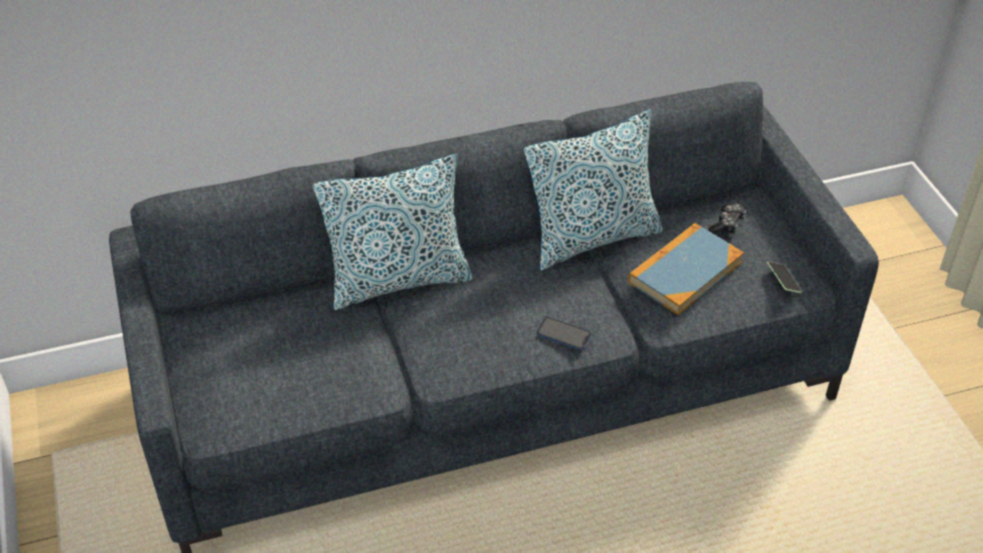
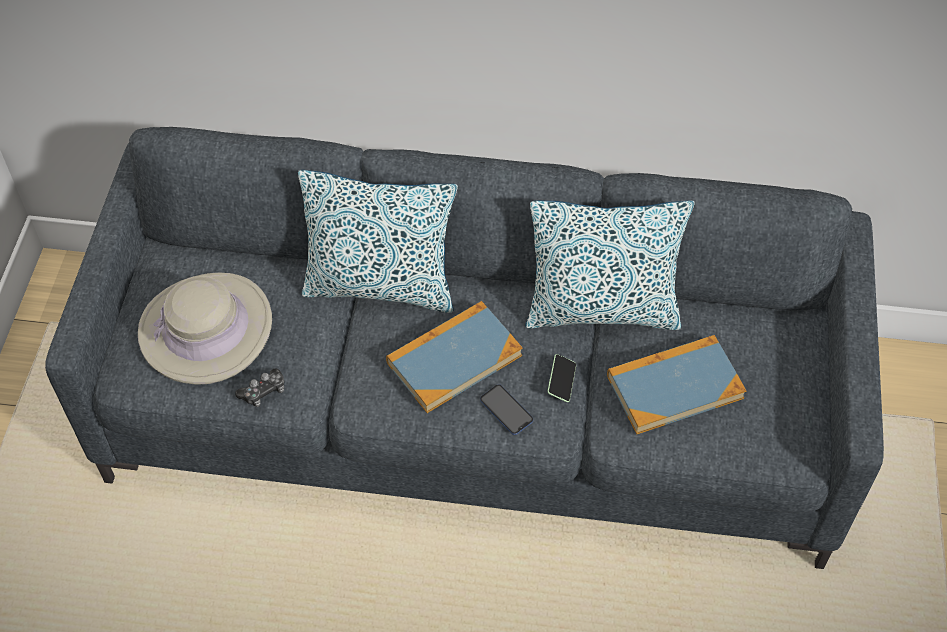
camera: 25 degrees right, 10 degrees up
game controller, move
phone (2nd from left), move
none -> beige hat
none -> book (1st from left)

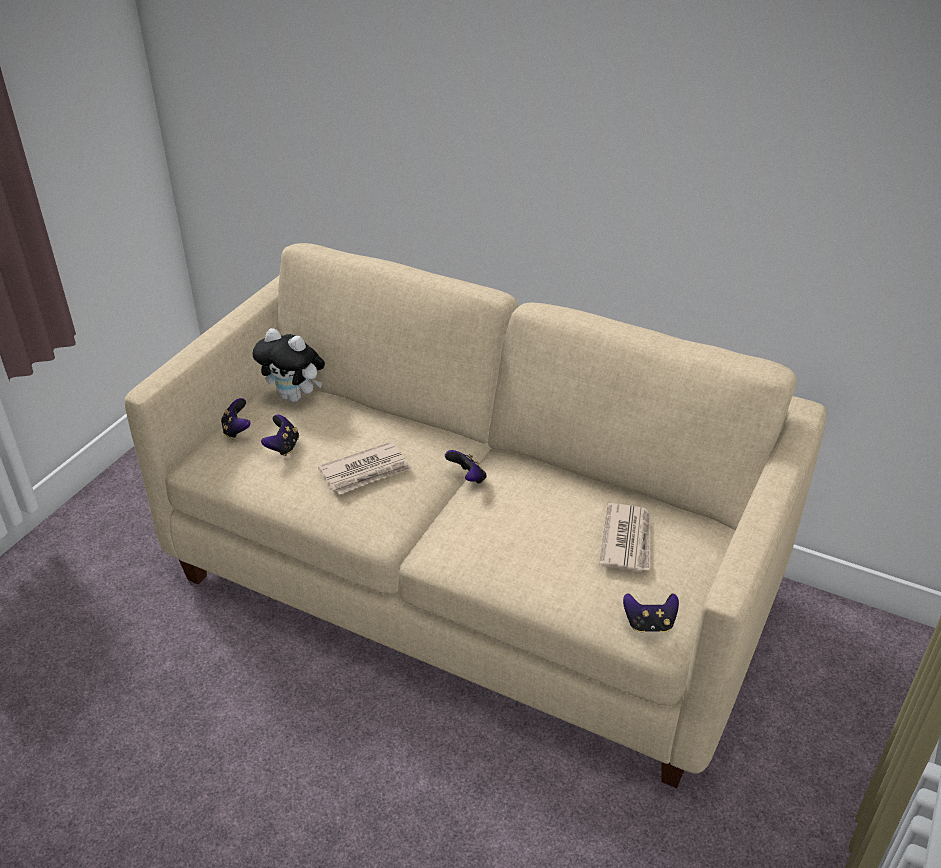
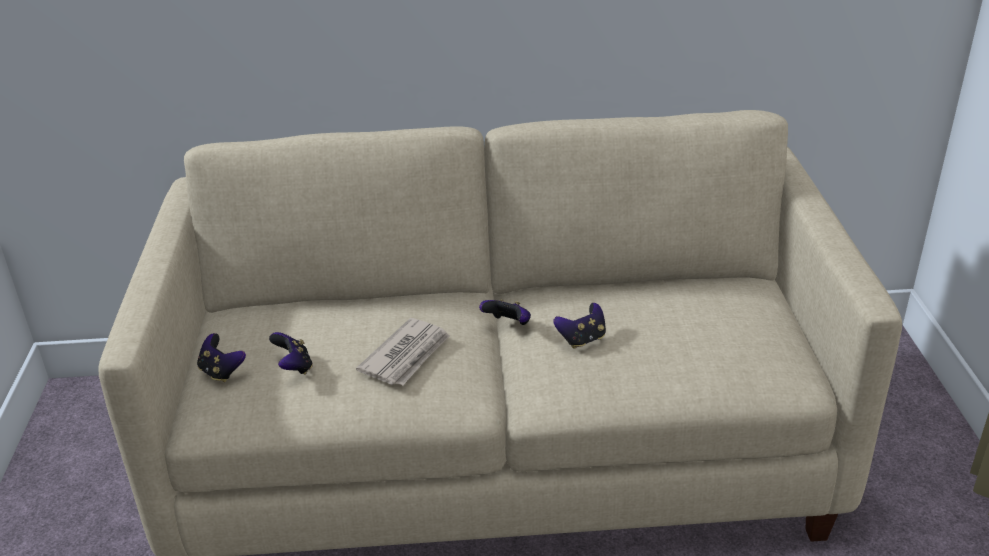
camera: 30 degrees left, 5 degrees down
plush toy -> none
newspaper (2nd from left) -> none
game controller (4th from left), move

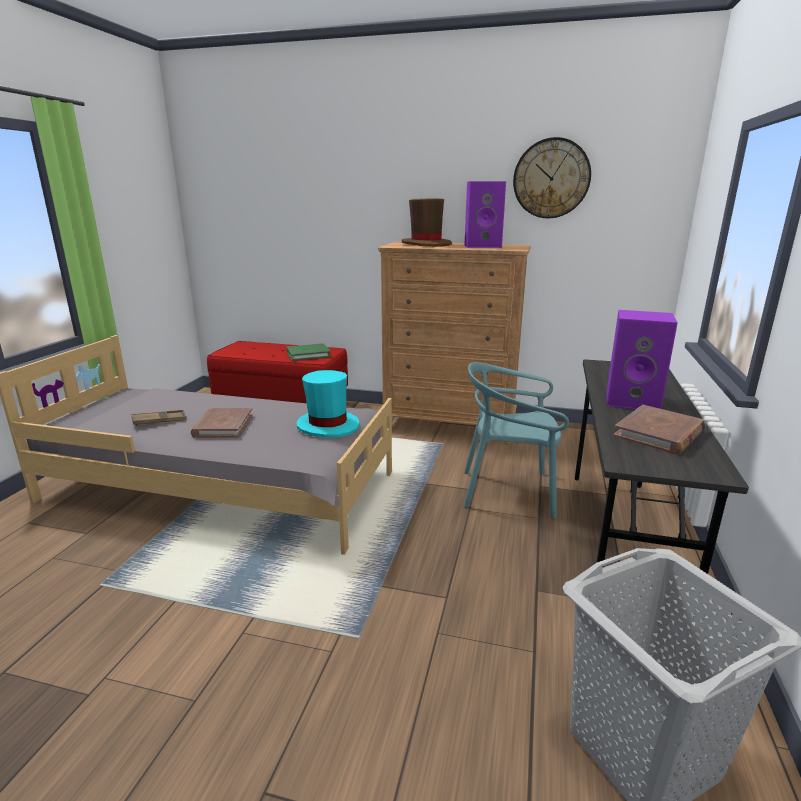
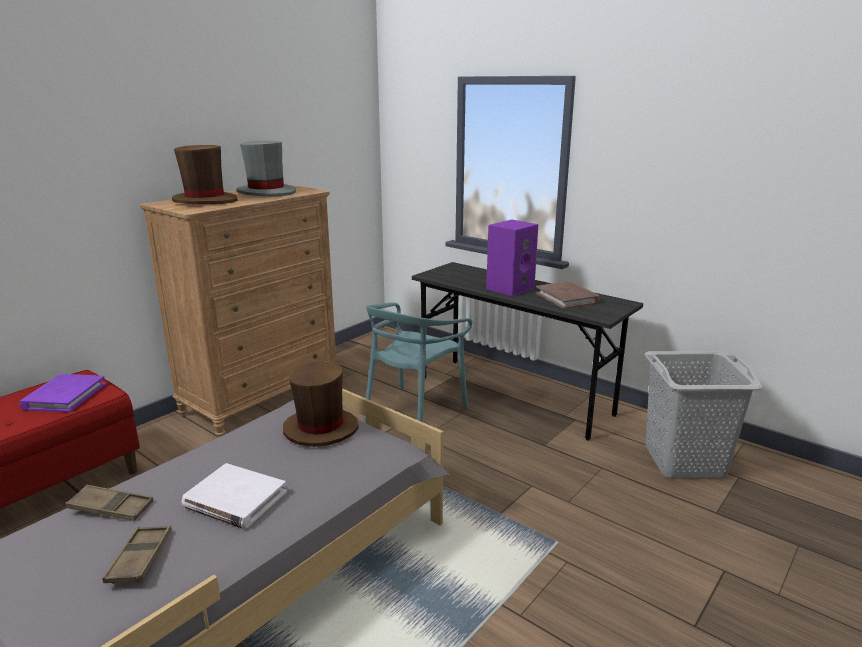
camera: 65 degrees left, 0 degrees up
wall clock -> none
purple speaker (1st from left) -> grey hat
green book -> purple book
turquoise hat -> brown hat (2nd from left)
brown book (1st from left) -> white book
none -> brown tray (1st from left)

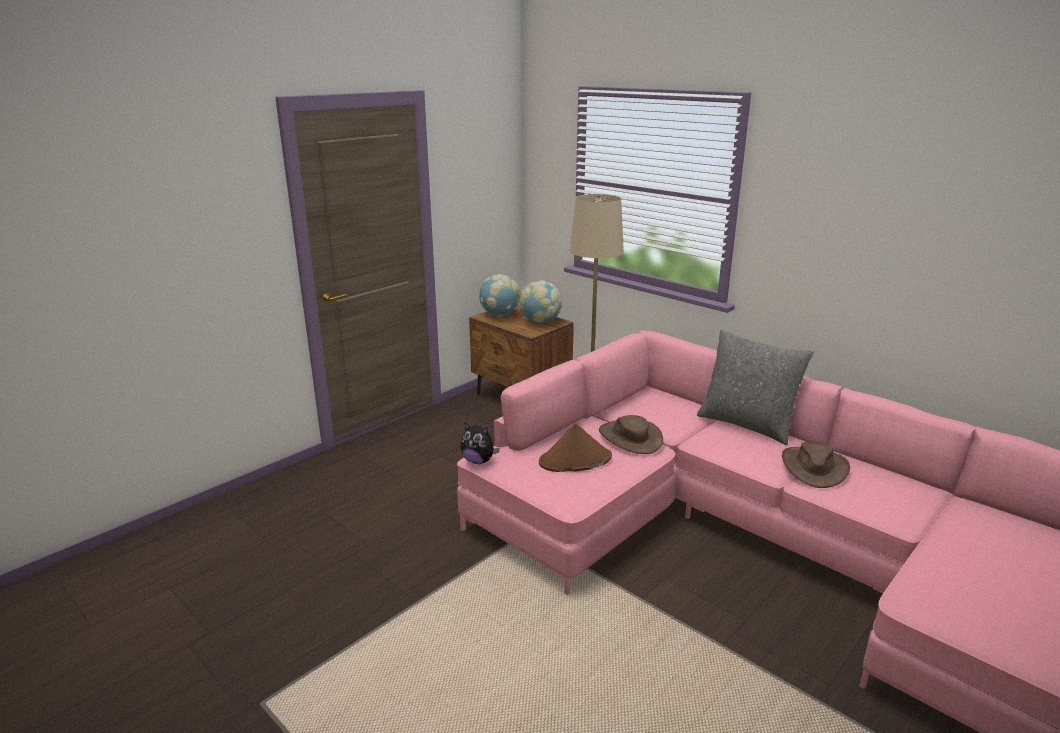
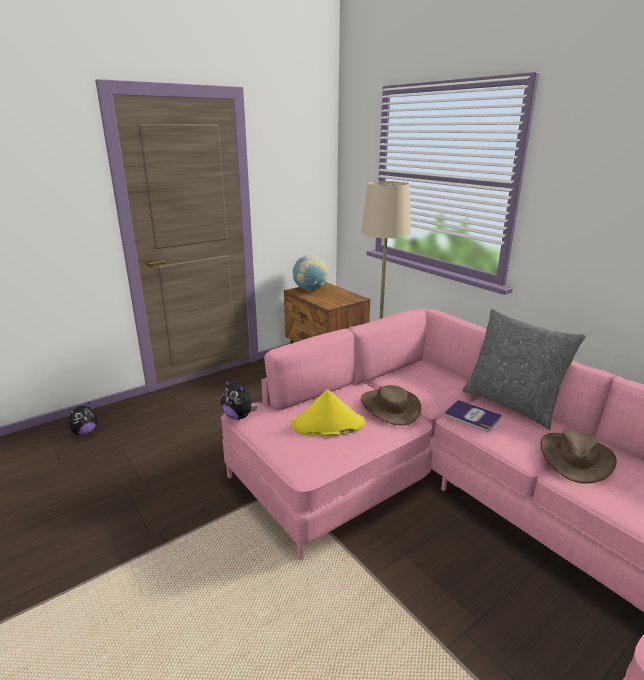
camera: 10 degrees right, 0 degrees up
globe (2nd from left) -> none
brown hat (1st from left) -> yellow hat
none -> book
none -> plush toy (1st from left)

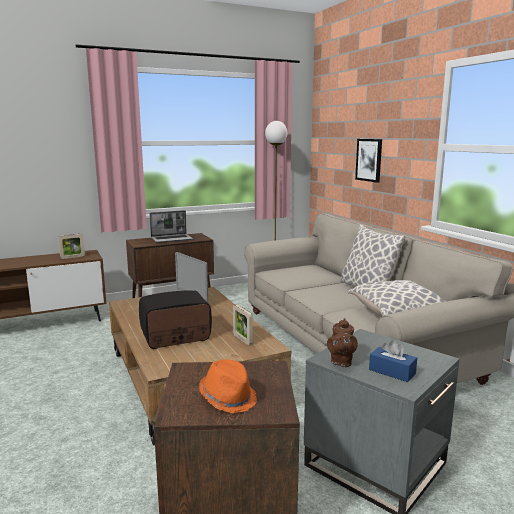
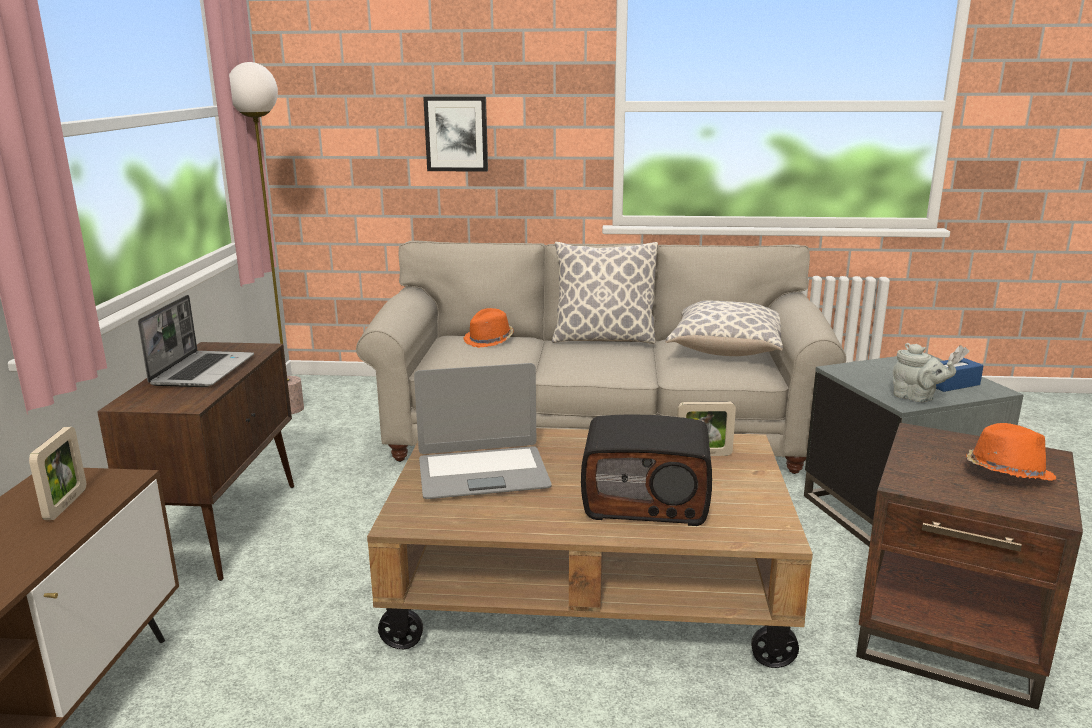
camera: 60 degrees left, 5 degrees up
radio, 90 degrees counterclockwise
brown teapot -> grey teapot
none -> orange hat (1st from left)

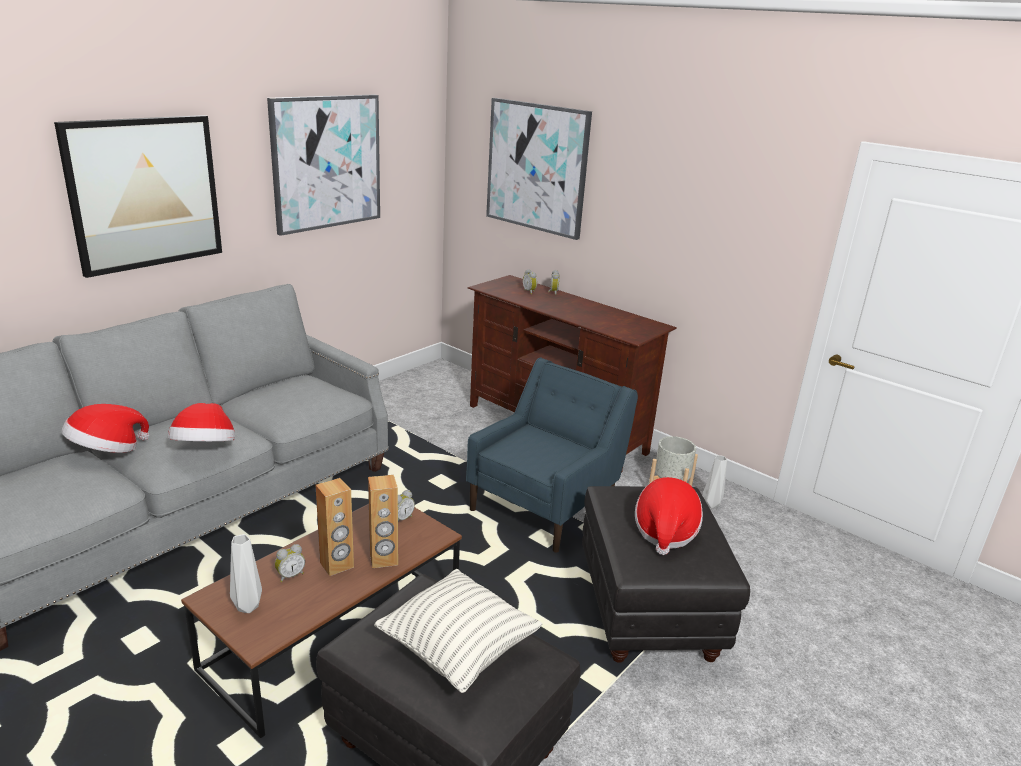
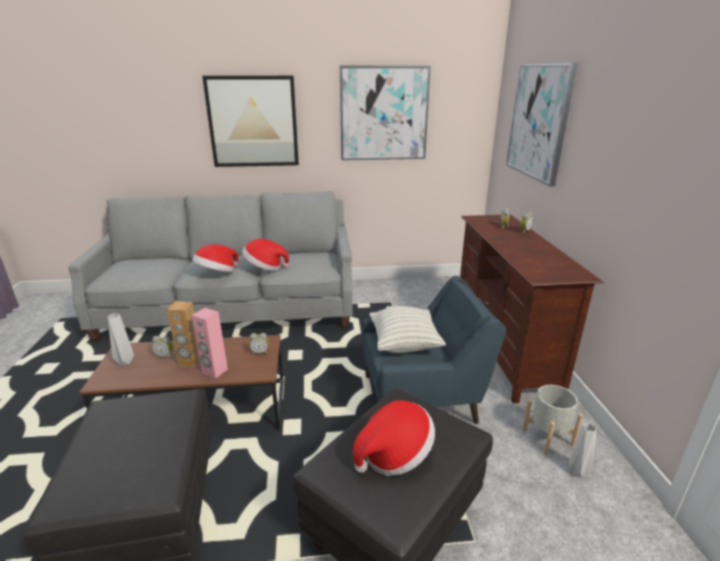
camera: 45 degrees right, 0 degrees up
hat (1st from left in the first image) -> hat (2nd from left), move
brown speaker (2nd from left) -> pink speaker
pillow, move

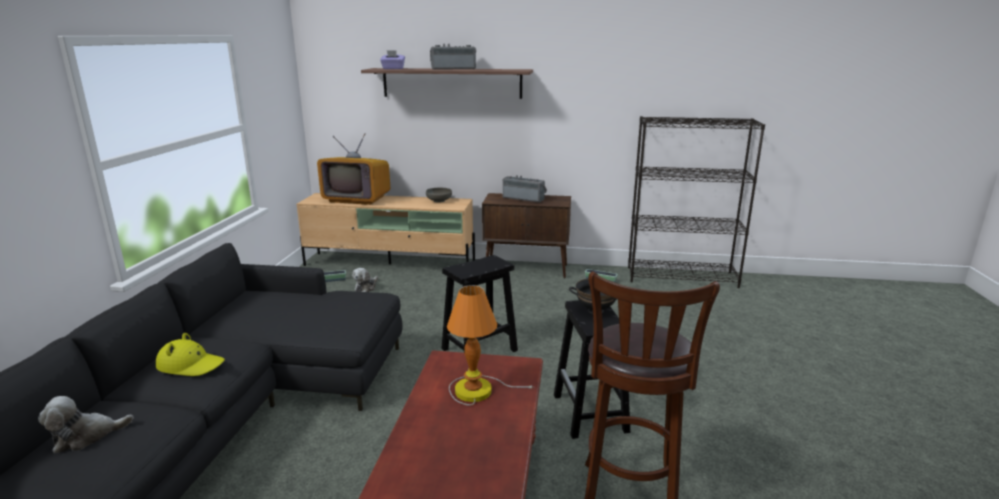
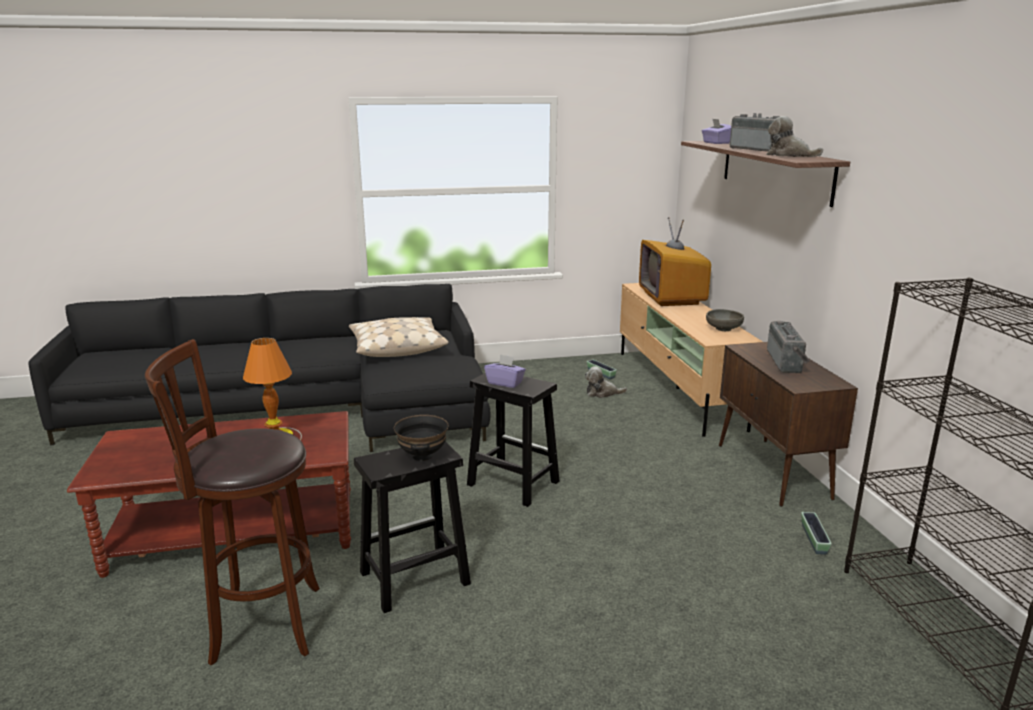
camera: 70 degrees right, 0 degrees up
yellow hat -> none
plush toy (1st from left in the first image) -> plush toy (2nd from left), move
none -> beige pillow
none -> purple tissue box (1st from left)

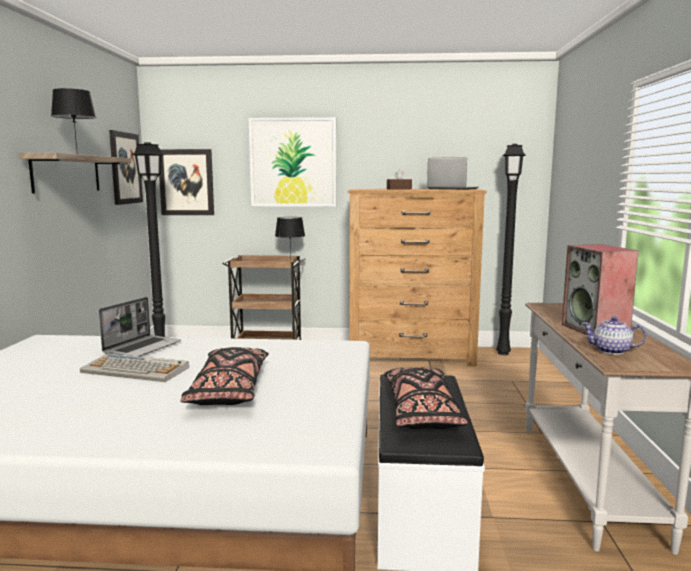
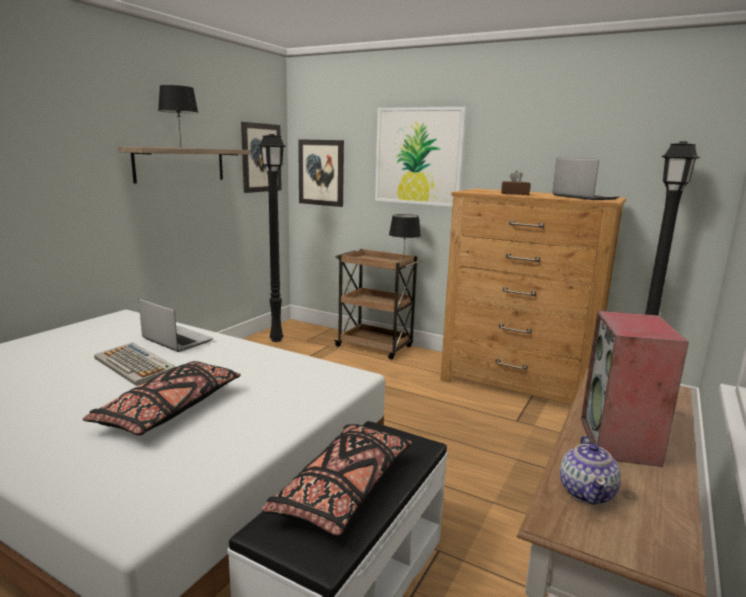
camera: 25 degrees right, 5 degrees up
laptop (1st from left), 105 degrees counterclockwise
teapot, 120 degrees counterclockwise

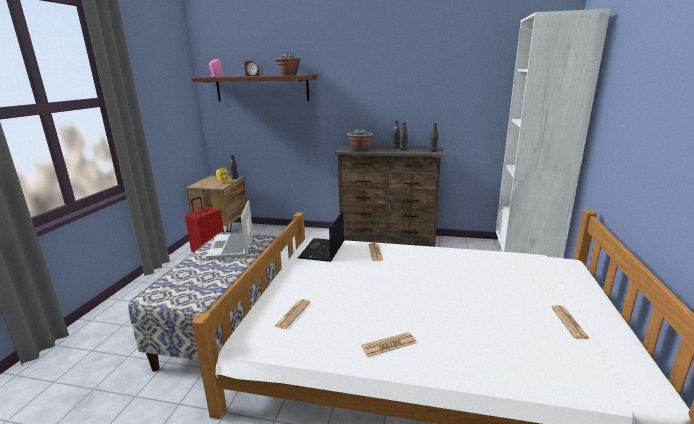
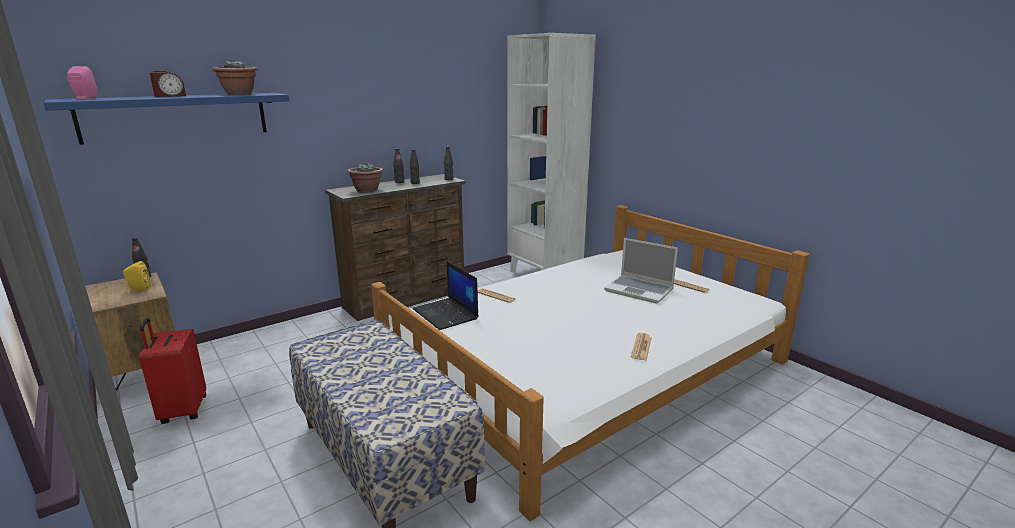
camera: 50 degrees left, 0 degrees up
brown shelf -> blue shelf
laptop (1st from left in the first image) -> laptop (2nd from left), move
newspaper (1st from left) -> none

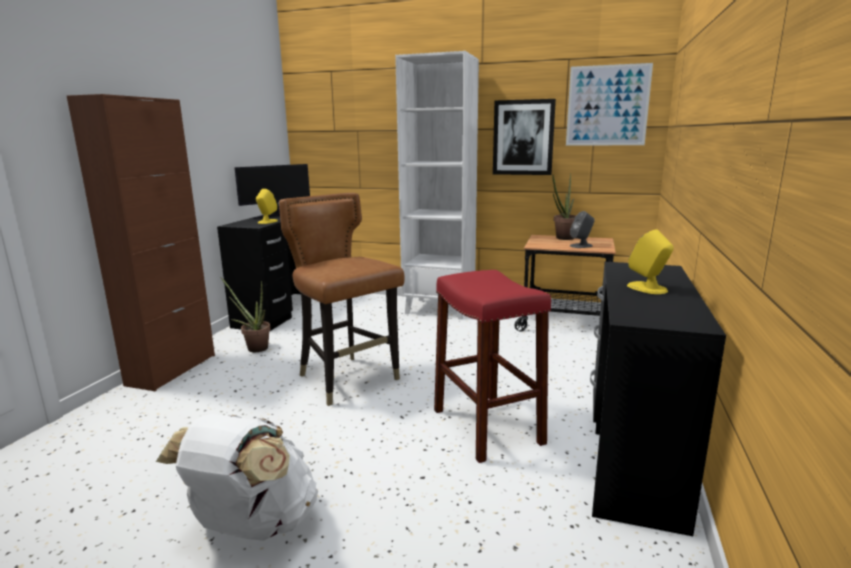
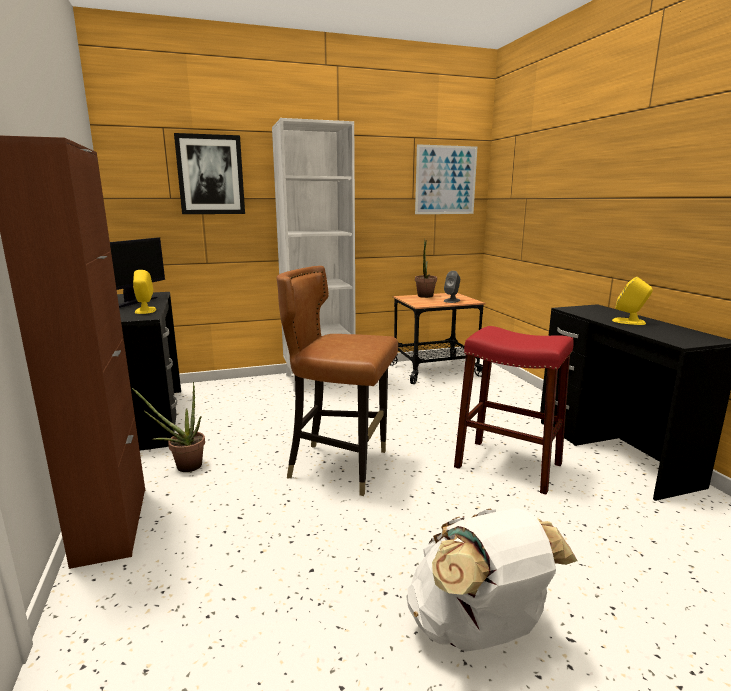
camera: 35 degrees left, 0 degrees up
picture (1st from left), move

